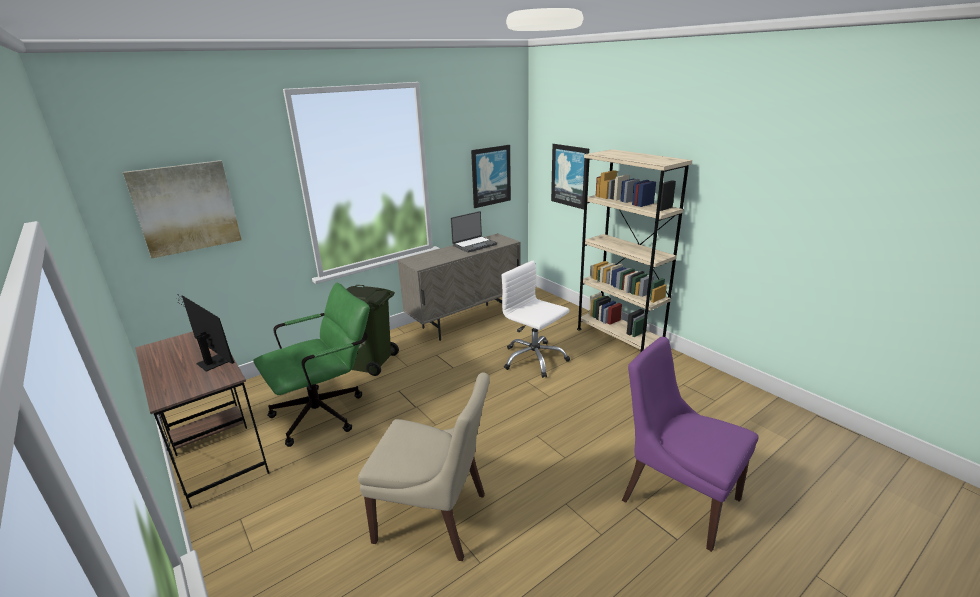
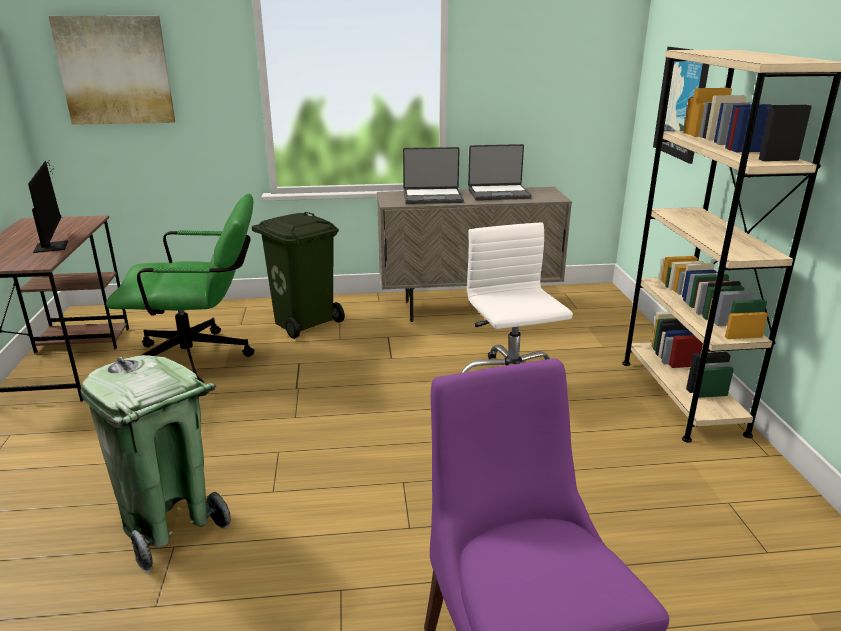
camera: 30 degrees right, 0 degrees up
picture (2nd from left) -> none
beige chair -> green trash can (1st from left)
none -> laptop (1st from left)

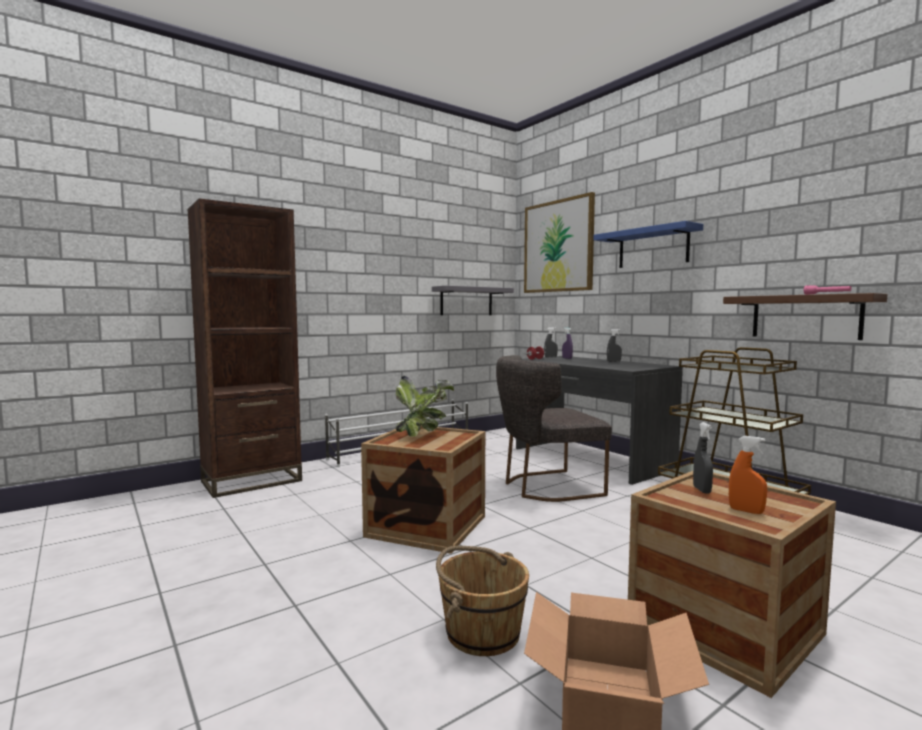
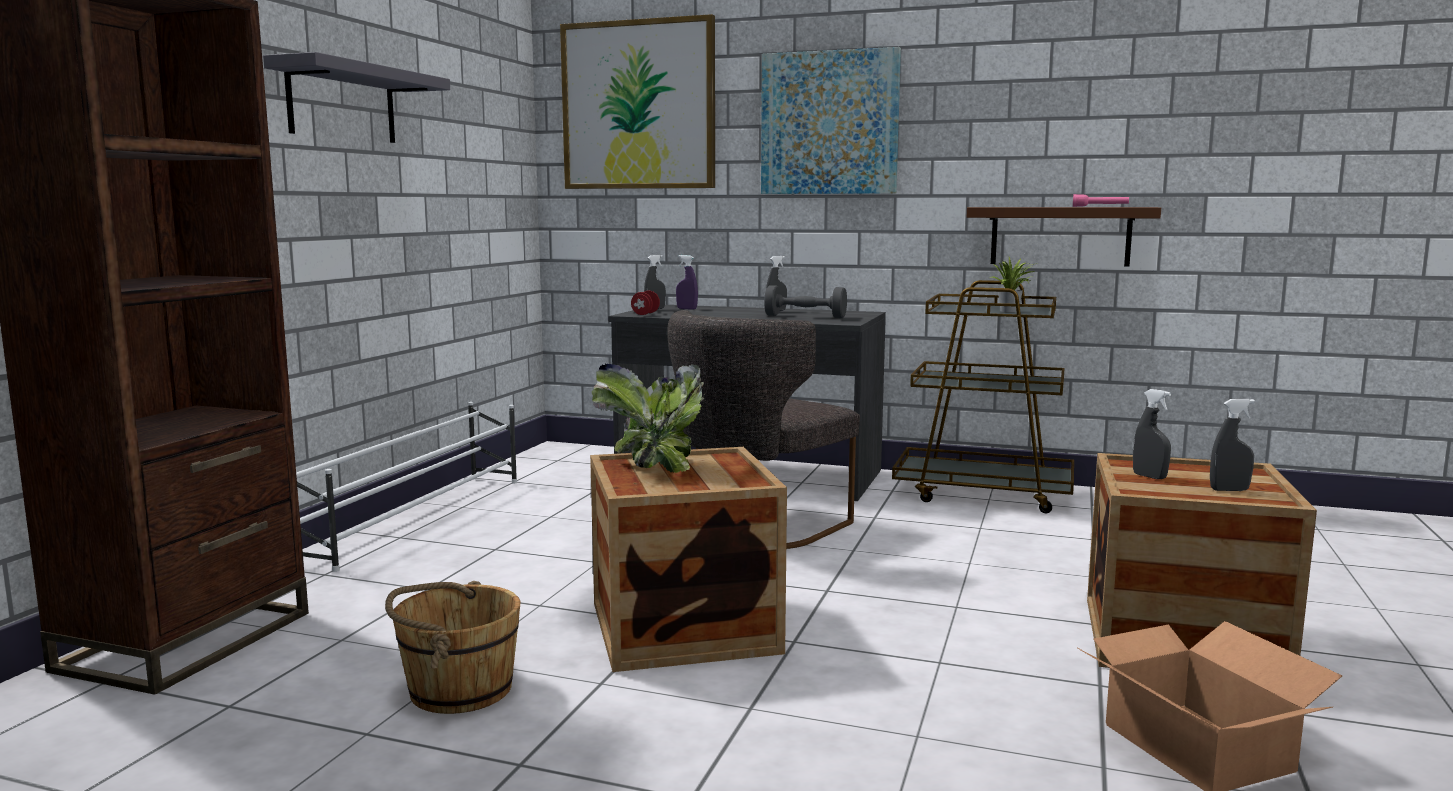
camera: 35 degrees left, 5 degrees up
blue shelf -> picture (2nd from left)
grey shelf, move
orange spray bottle -> grey spray bottle (4th from left)
brown bucket, move
none -> potted plant (2nd from left)
none -> grey dumbbell

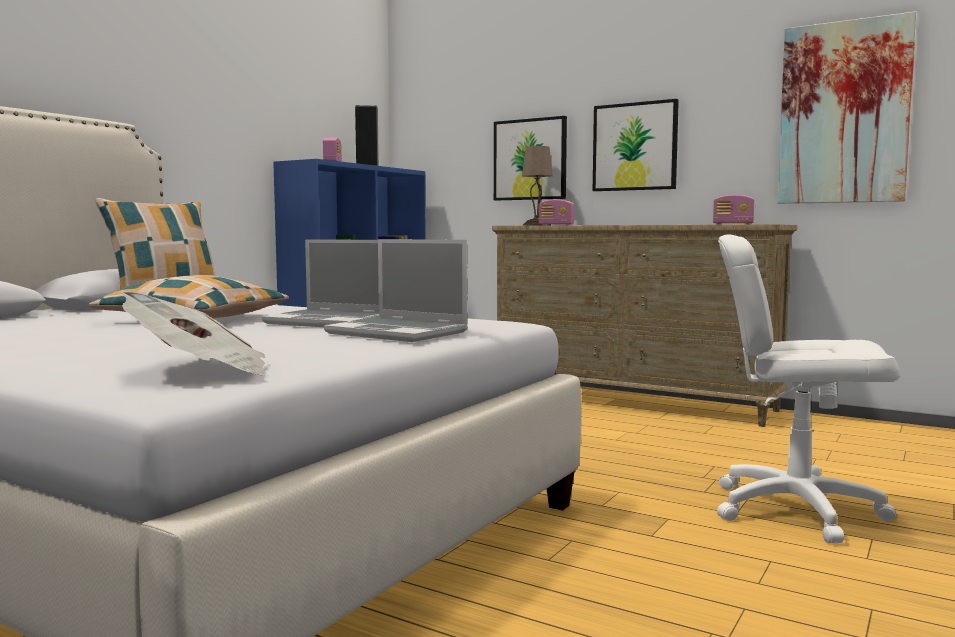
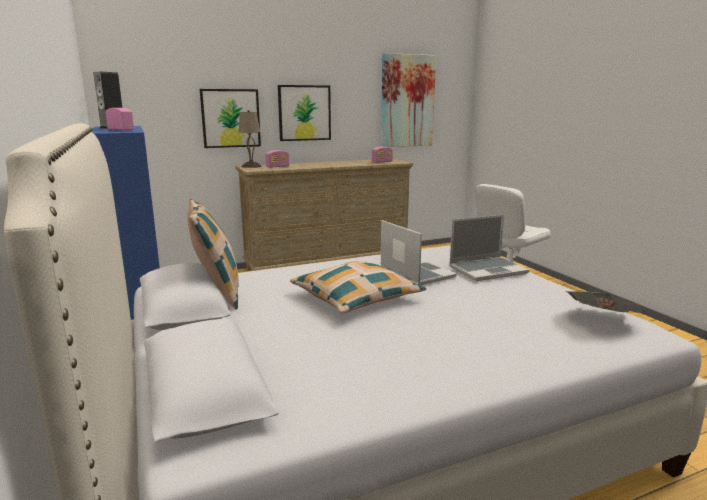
camera: 55 degrees left, 10 degrees up
laptop (1st from left), 90 degrees counterclockwise

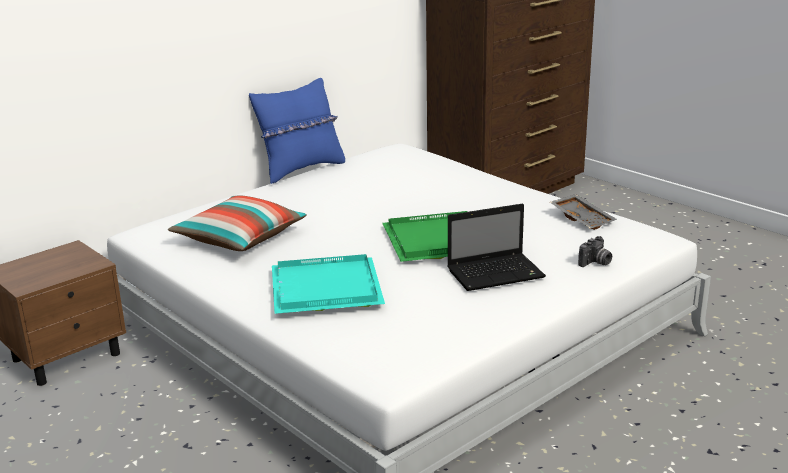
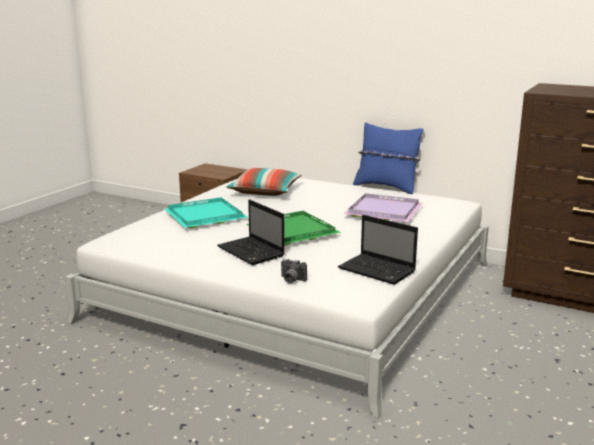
camera: 70 degrees right, 5 degrees down
grey tray -> laptop (2nd from left)
none -> purple tray

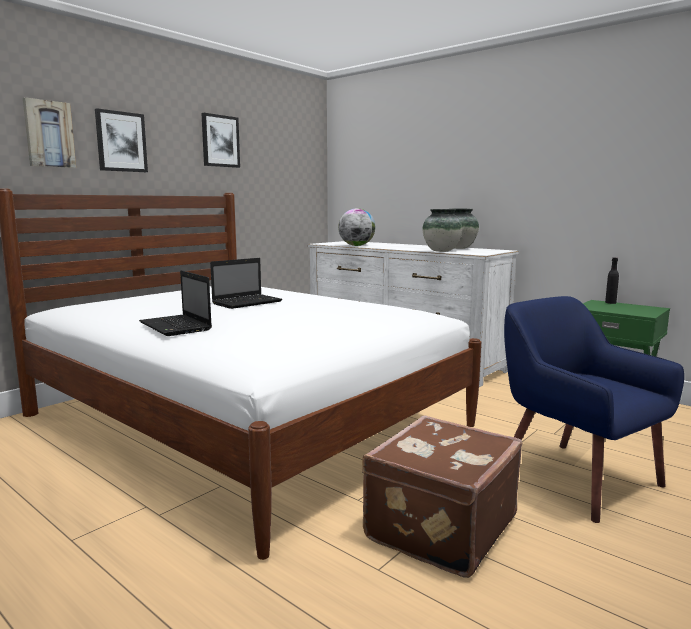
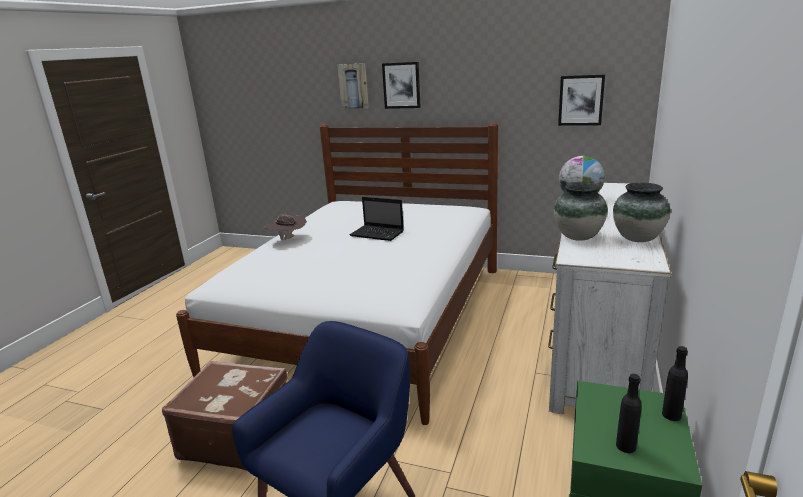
camera: 70 degrees right, 10 degrees up
picture (3rd from left), move
laptop (1st from left) -> brown hat
none -> black bottle (1st from left)

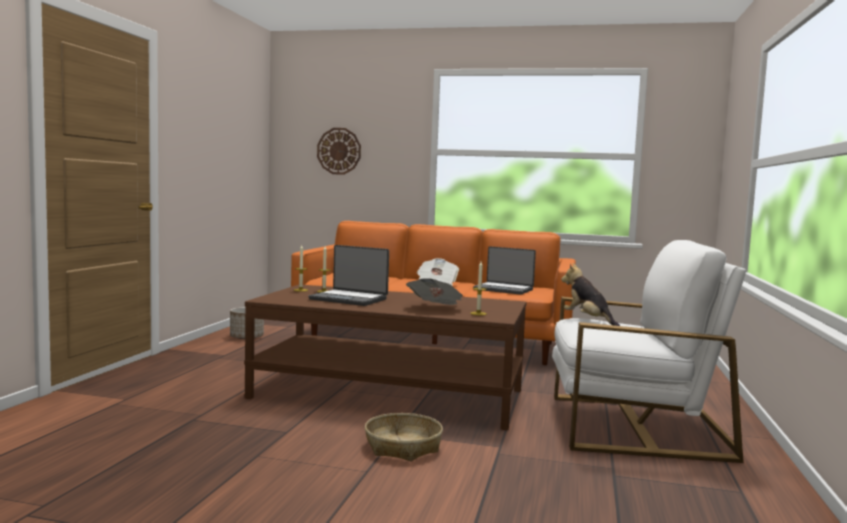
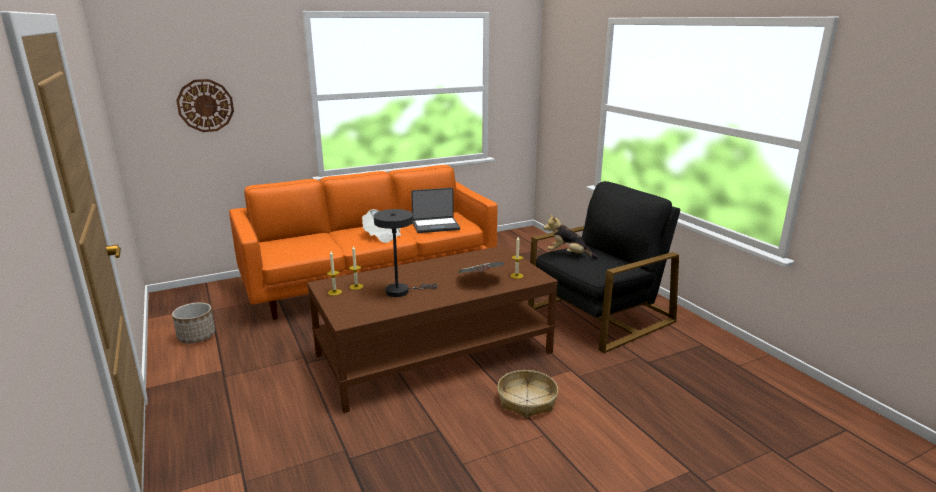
camera: 40 degrees left, 15 degrees up
white armchair -> black armchair
laptop (1st from left) -> grey table lamp

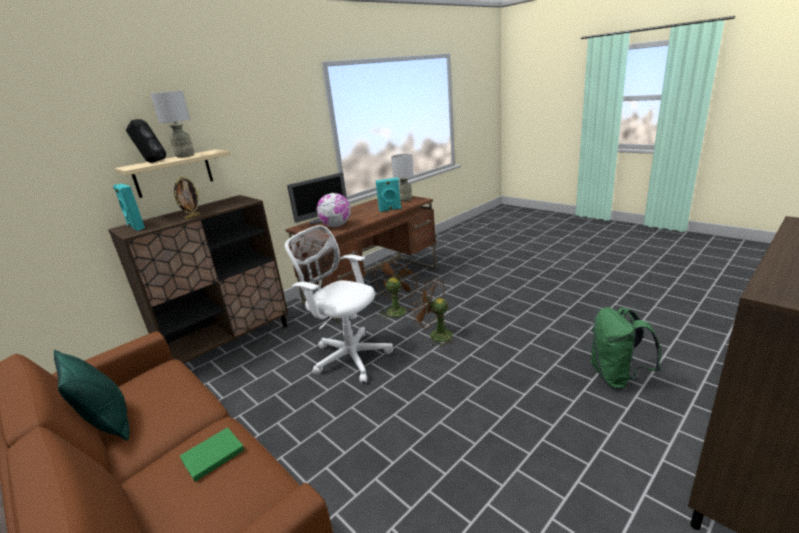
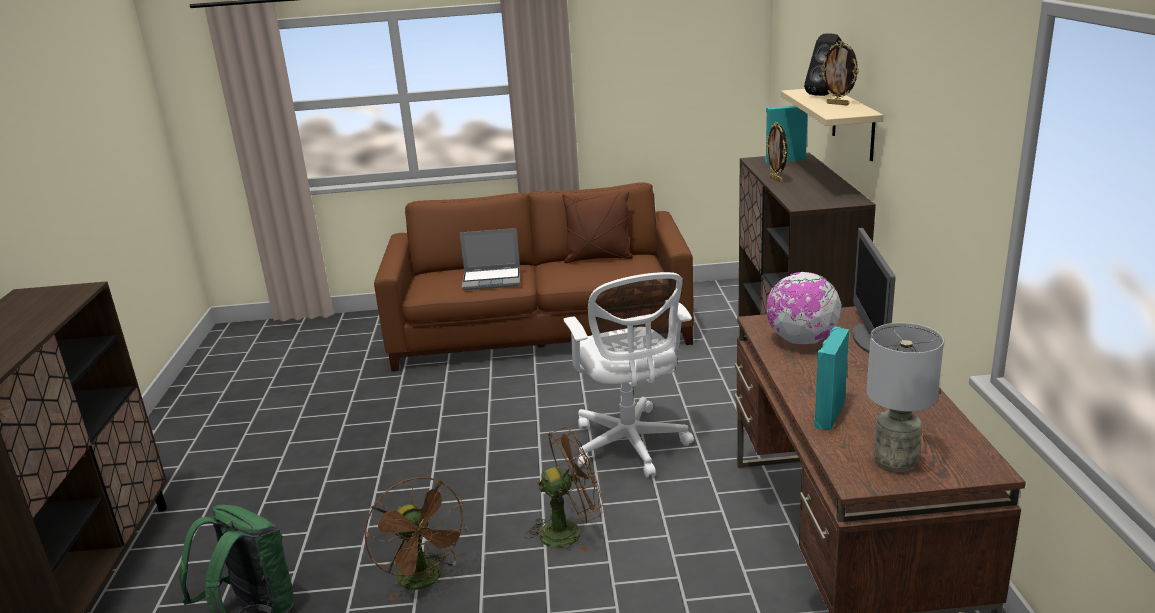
camera: 130 degrees right, 0 degrees up
grey table lamp (1st from left) -> picture frame (2nd from left)
white office chair, 90 degrees clockwise
brown fan (1st from left), move
green pillow -> brown pillow
green book -> laptop

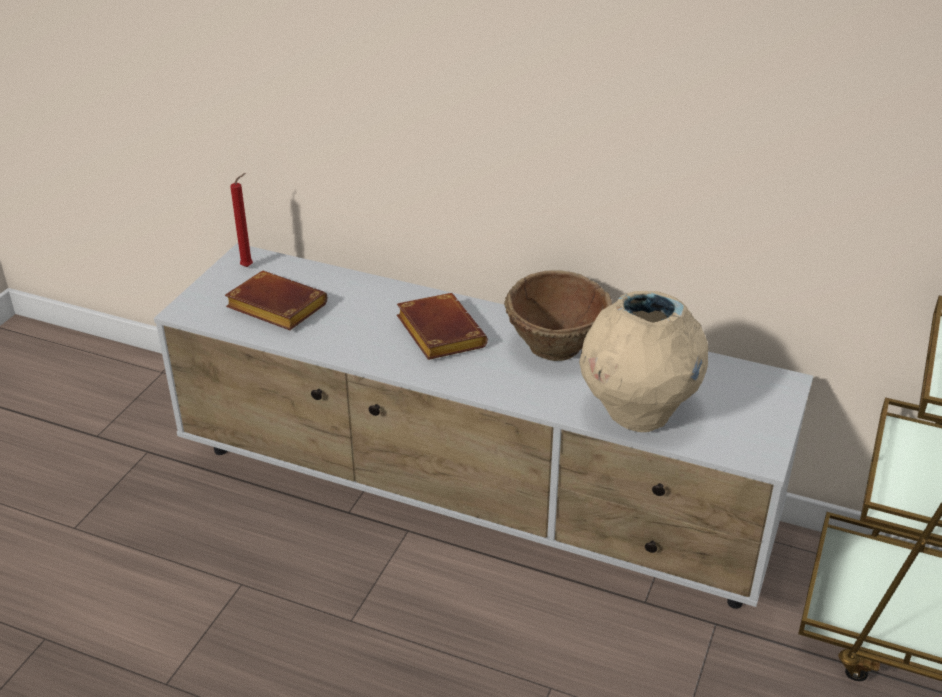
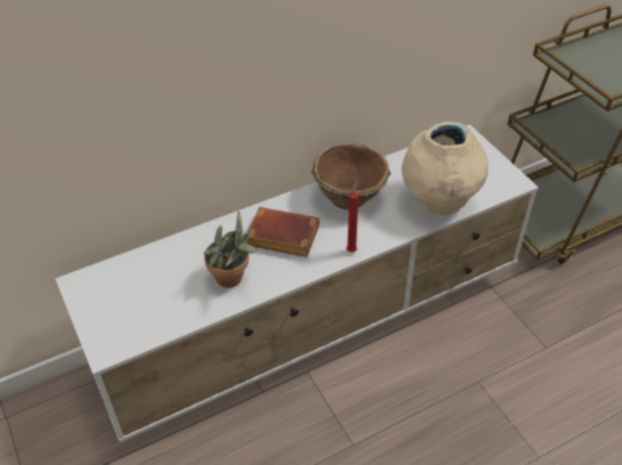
camera: 50 degrees left, 10 degrees up
red candle, move
brown book (1st from left) -> none
none -> potted plant

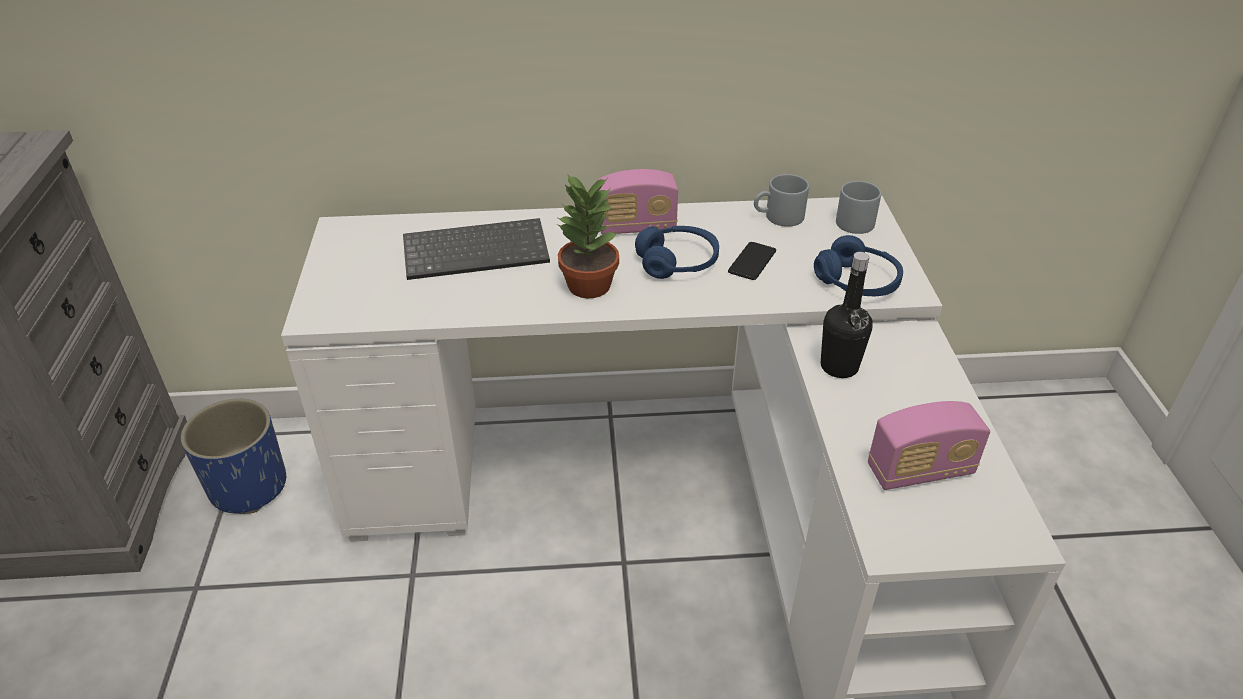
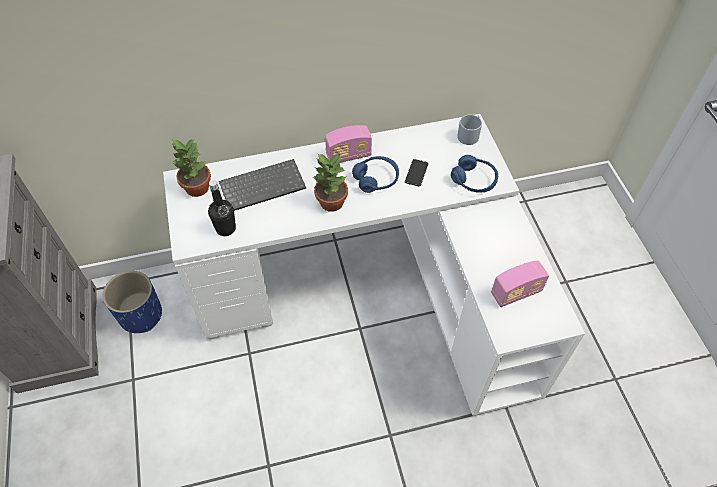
camera: 10 degrees left, 15 degrees up
grey mug (1st from left) -> none
black bottle, move
none -> potted plant (1st from left)

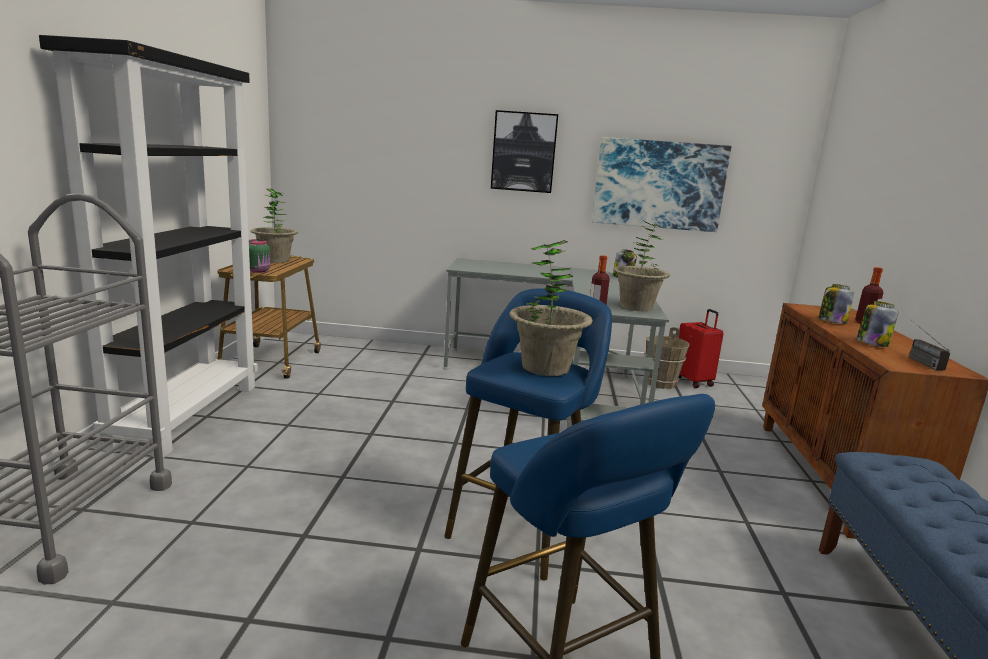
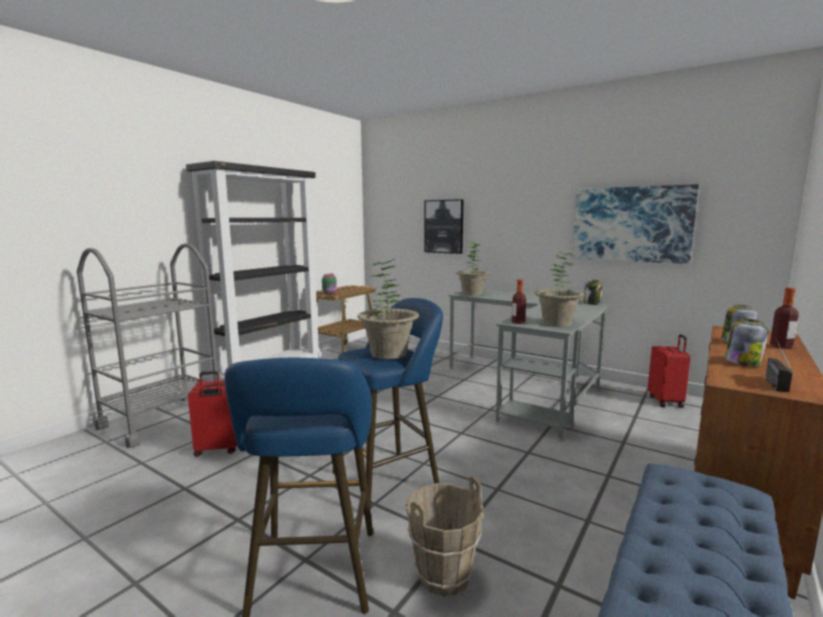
camera: 30 degrees right, 5 degrees down
picture (1st from left), move
potted plant (1st from left in the first image) -> potted plant (2nd from left), move
brown bucket, move
none -> red suitcase (1st from left)

